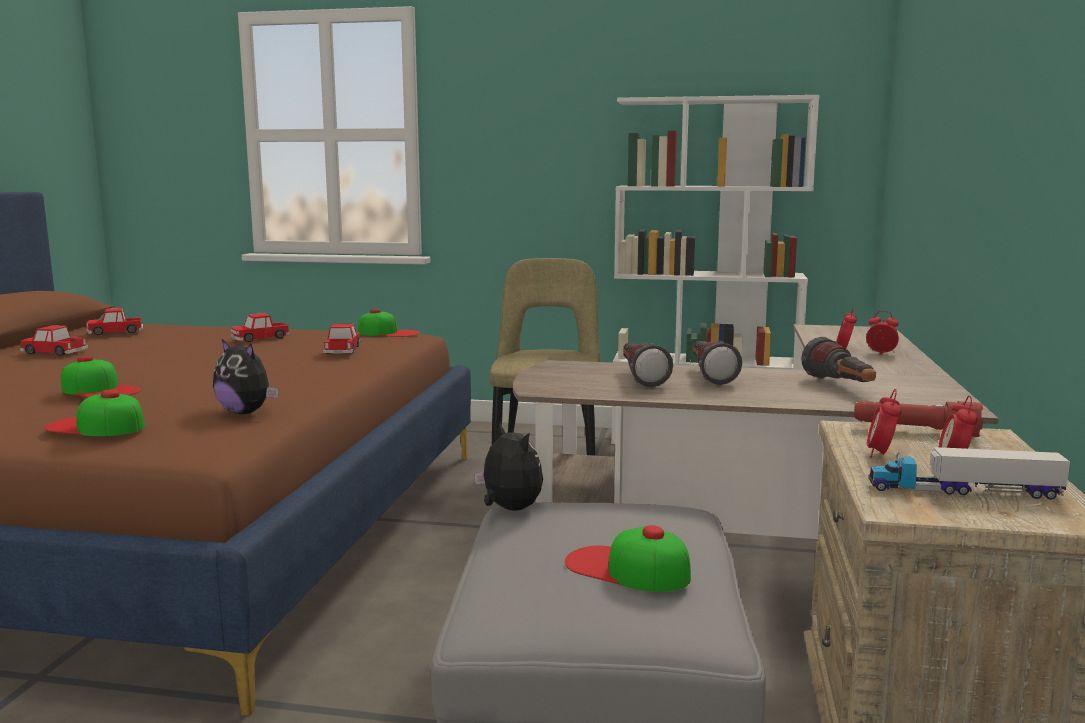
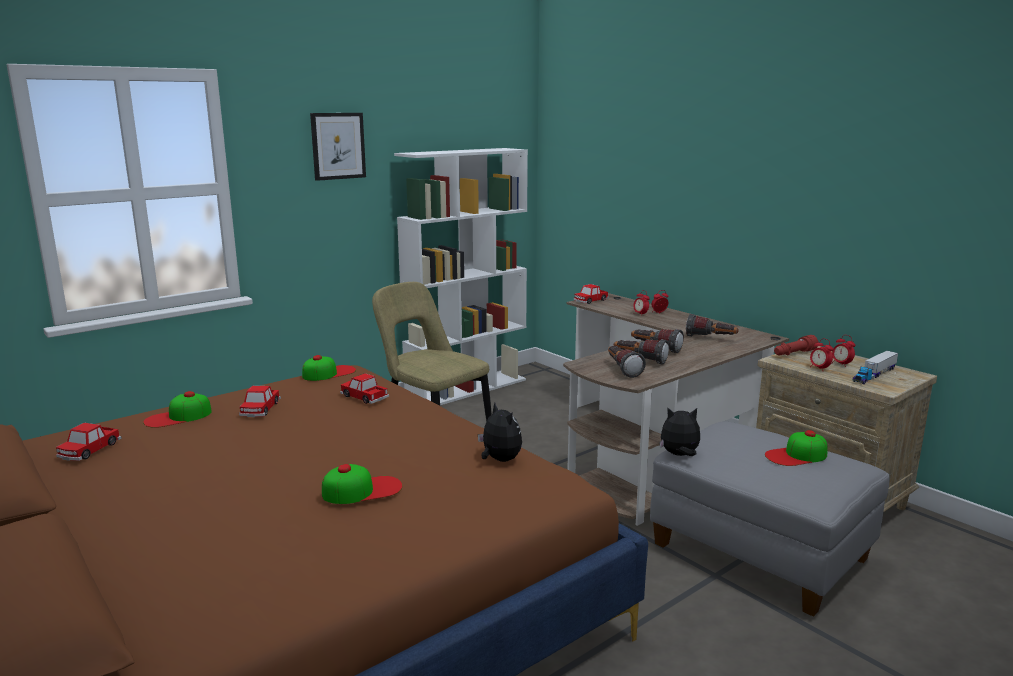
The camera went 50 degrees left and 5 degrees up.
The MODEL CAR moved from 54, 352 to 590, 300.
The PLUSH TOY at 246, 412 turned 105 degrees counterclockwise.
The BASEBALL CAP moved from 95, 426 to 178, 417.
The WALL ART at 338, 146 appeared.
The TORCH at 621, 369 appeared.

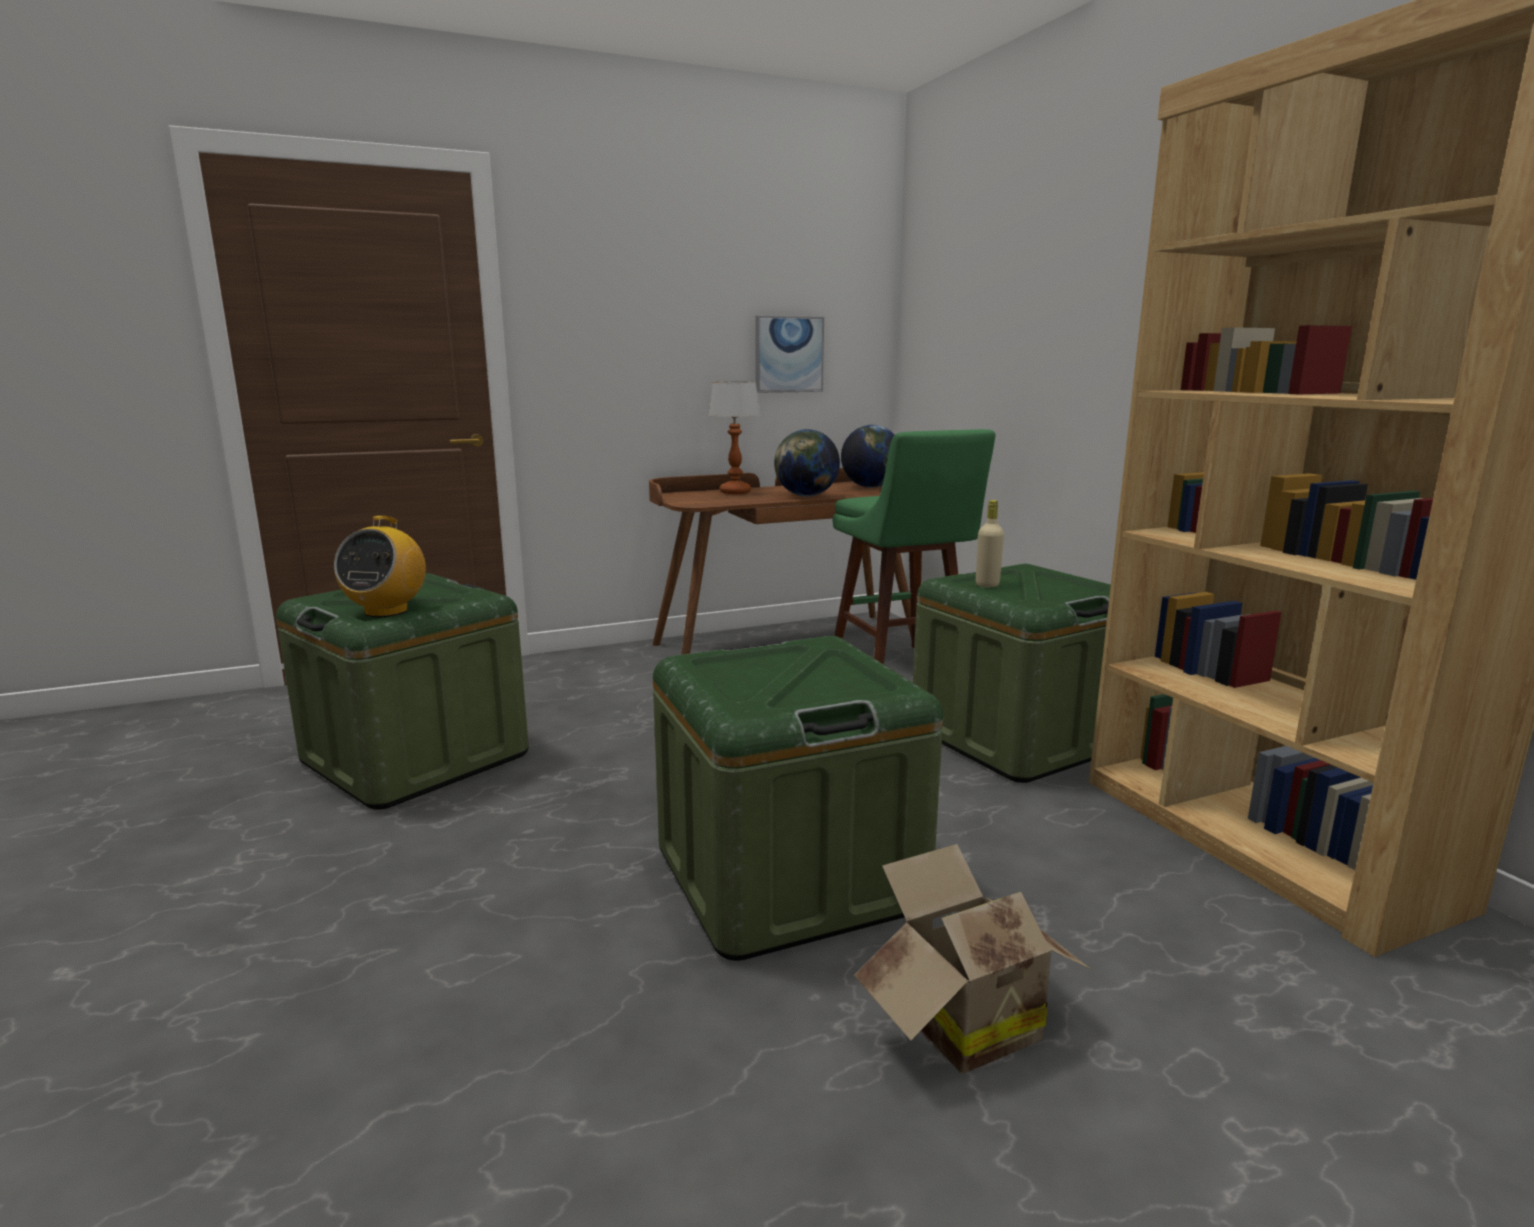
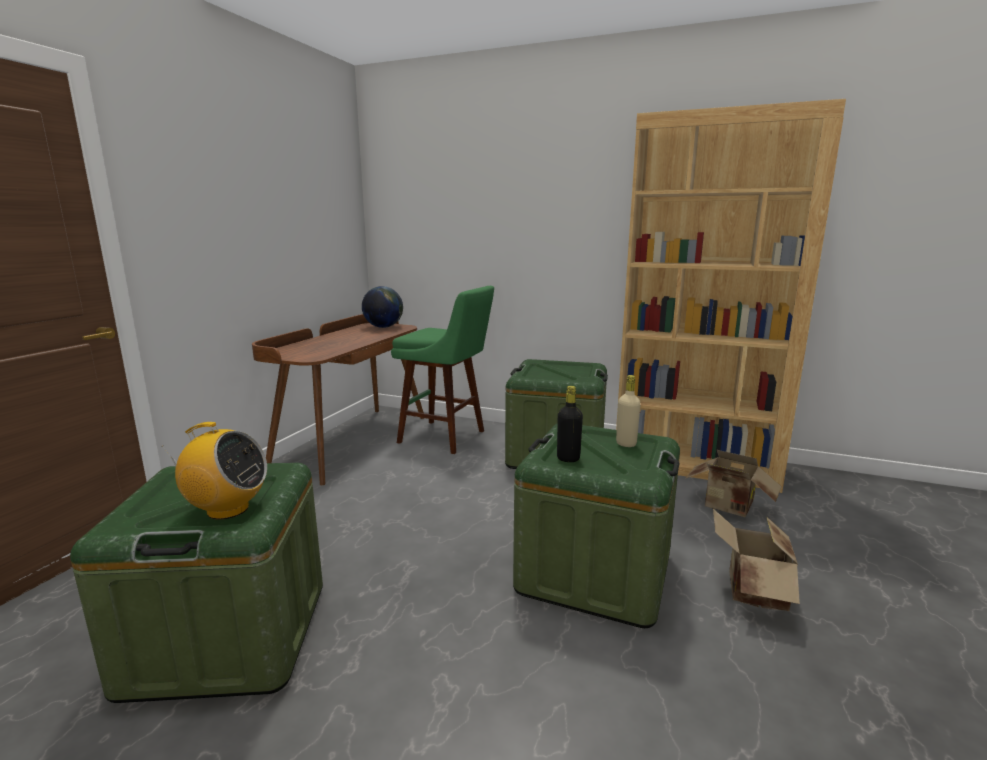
The camera went 45 degrees left and 0 degrees up.
The WALL ART at 788, 354 disappeared.
The TABLETOP LAMP at 735, 492 disappeared.
The GLOBE at 806, 496 disappeared.
The BEIGE DRINK BOTTLE moved from 987, 585 to 626, 443.
The RADIO at 386, 611 turned 45 degrees counterclockwise.
The BLACK-COLOURED DRINK BOTTLE at 568, 458 appeared.
The CARDBOARD BOX at 729, 507 appeared.

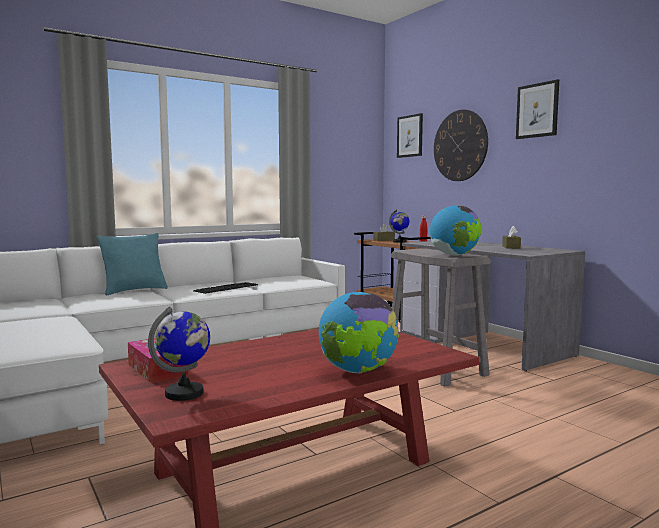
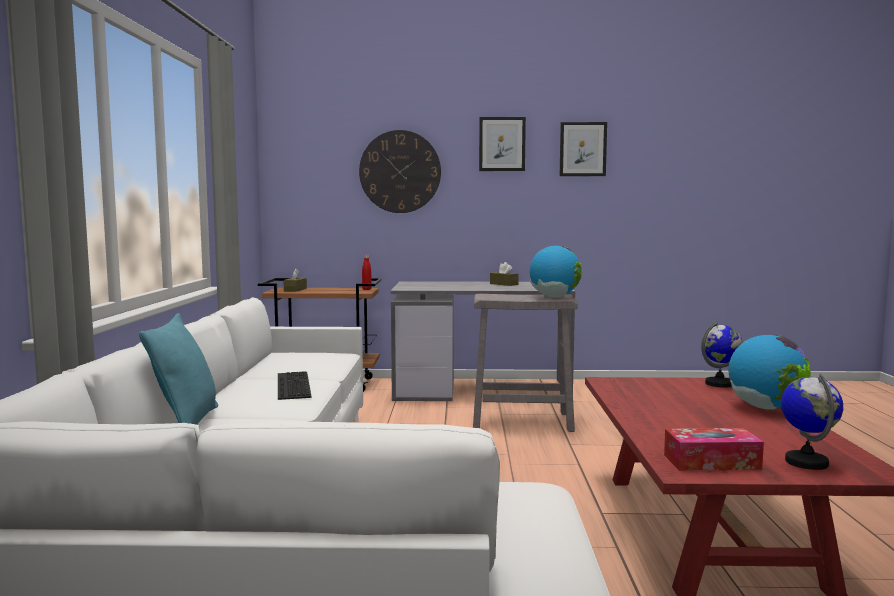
The camera went 55 degrees left and 0 degrees up.
The WALL ART moved from 410, 136 to 582, 149.
The GLOBE moved from 399, 242 to 719, 384.

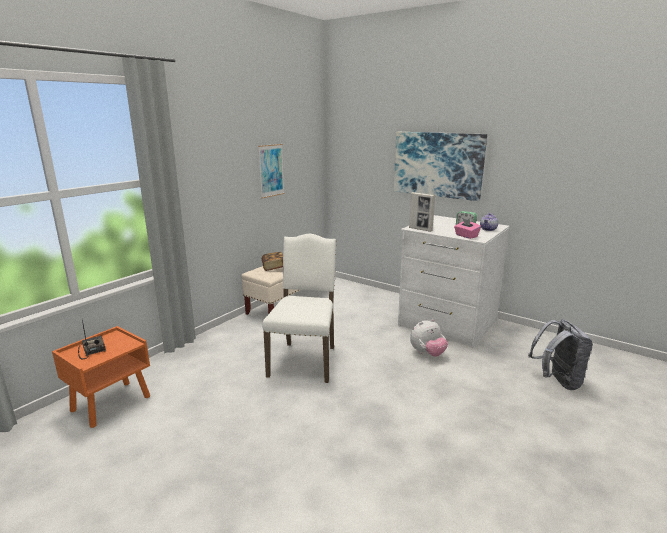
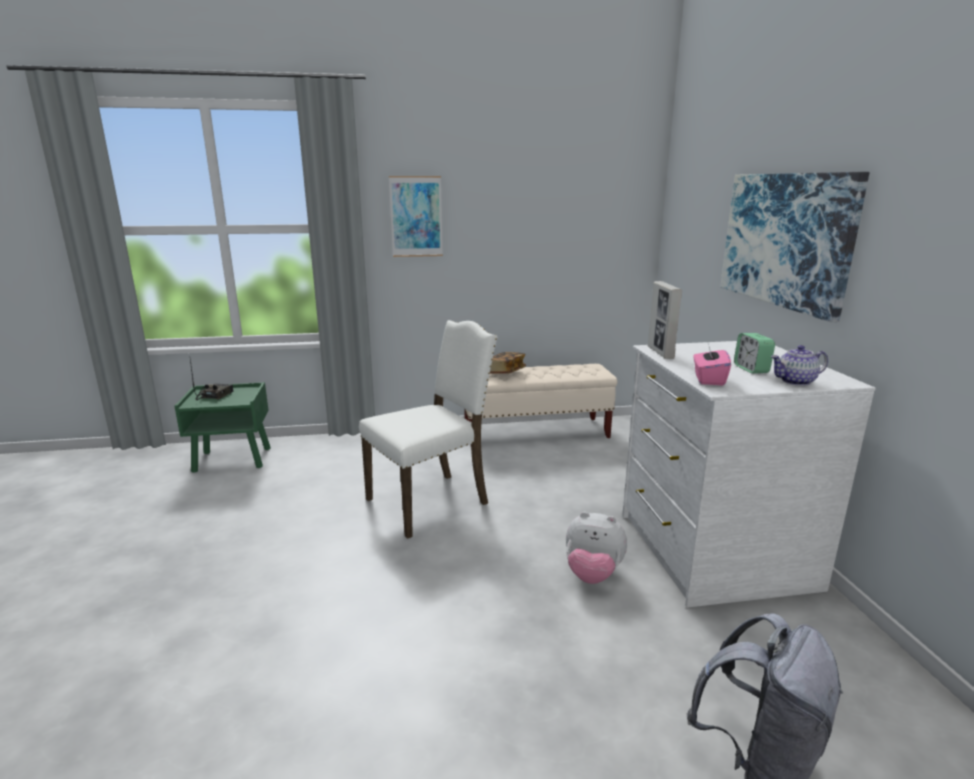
The camera went 45 degrees right and 0 degrees up.
The WALL ART moved from 271, 170 to 416, 216.
The ORANGE-COLOURED NIGHT TABLE at 112, 403 became the GREEN NIGHT TABLE at 233, 459.

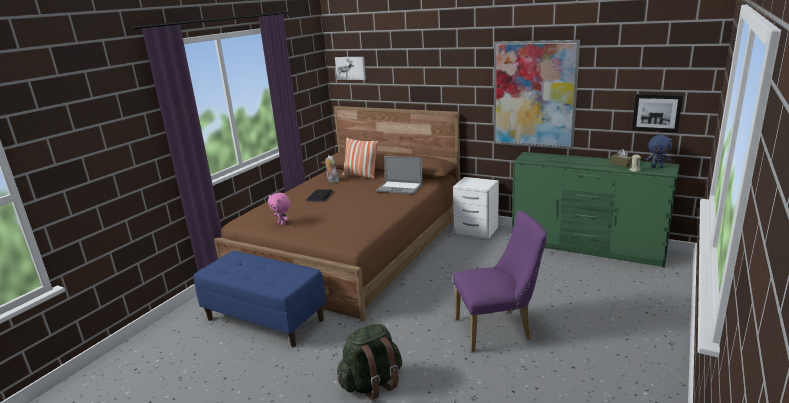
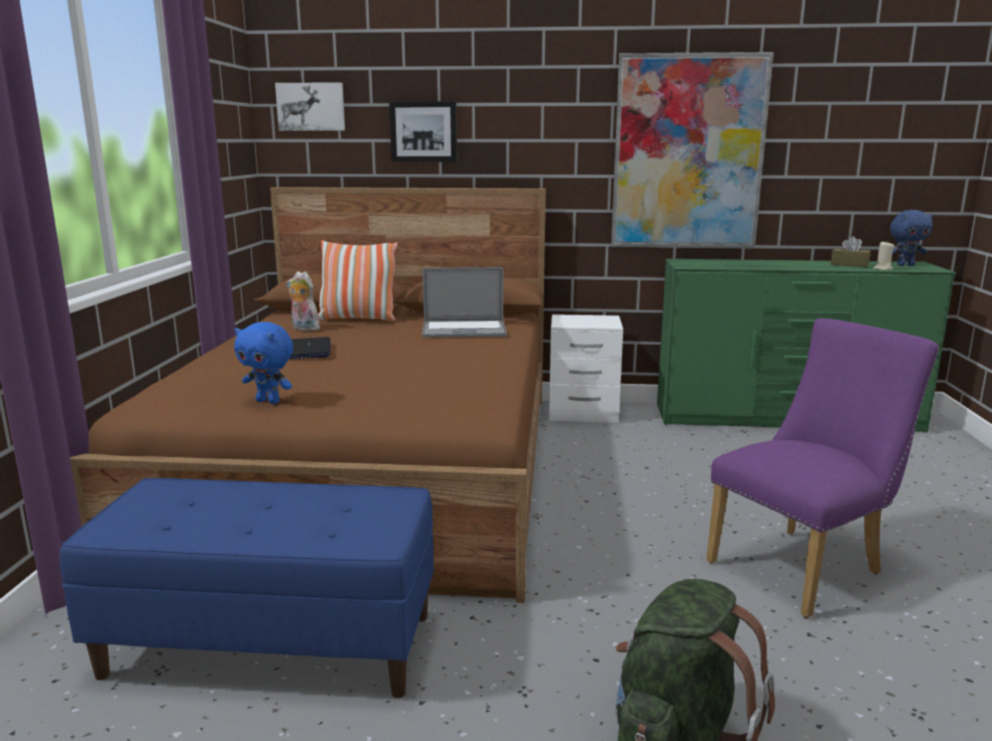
The camera went 25 degrees left and 5 degrees down.
The WALL ART moved from 656, 112 to 423, 131.
The PINK-COLOURED PLUSH TOY at 282, 224 became the BLUISH PLUSH TOY at 269, 401.

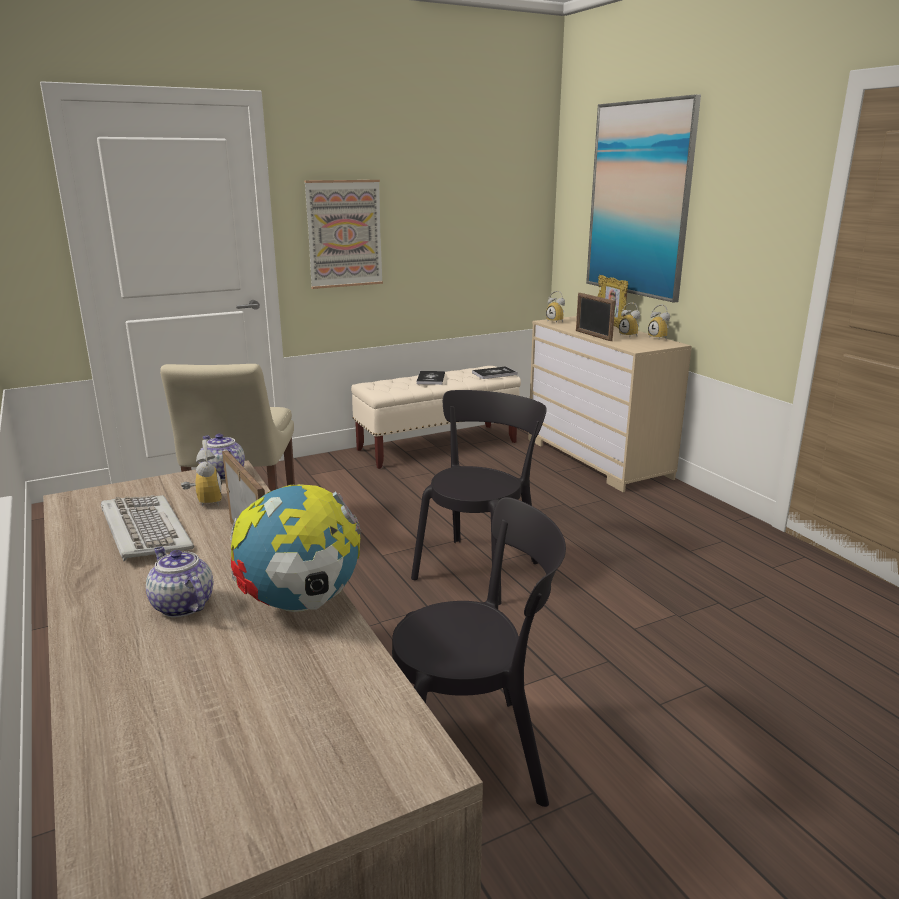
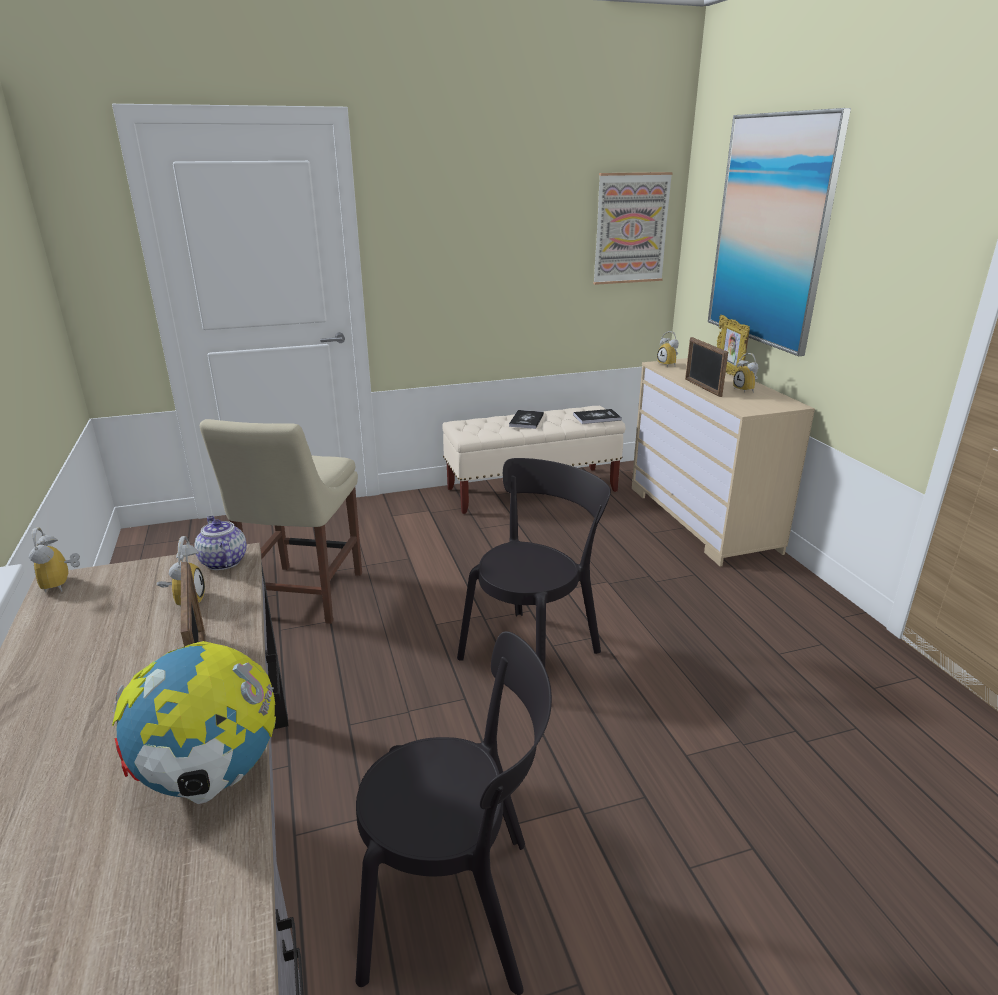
The camera went 10 degrees right and 5 degrees up.
The WALL ART moved from 344, 234 to 631, 228.
The BEDSIDE CLOCK moved from 660, 338 to 62, 584.
The COMPUTER KEYBOARD at 144, 531 disappeared.
The TEAPOT at 181, 605 disappeared.

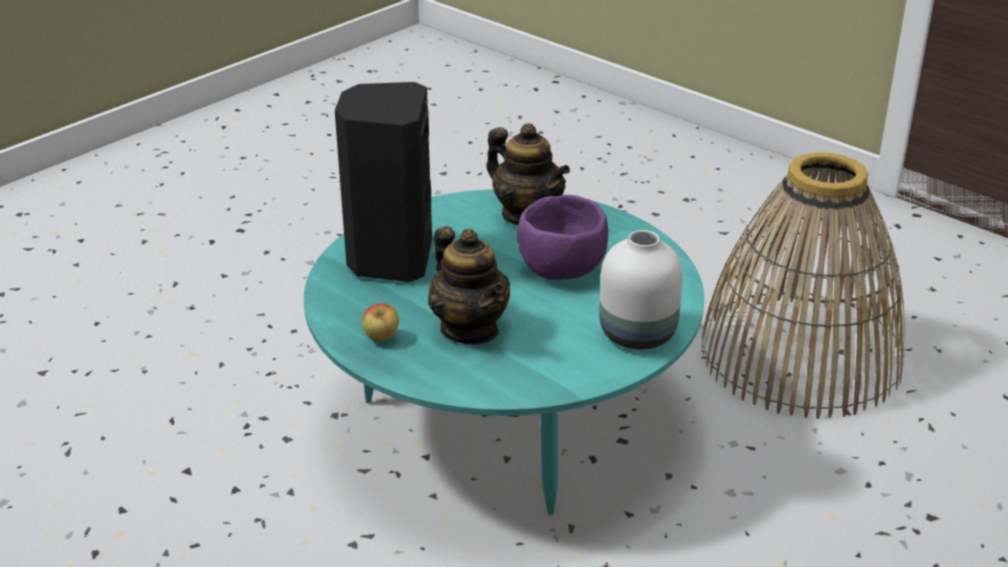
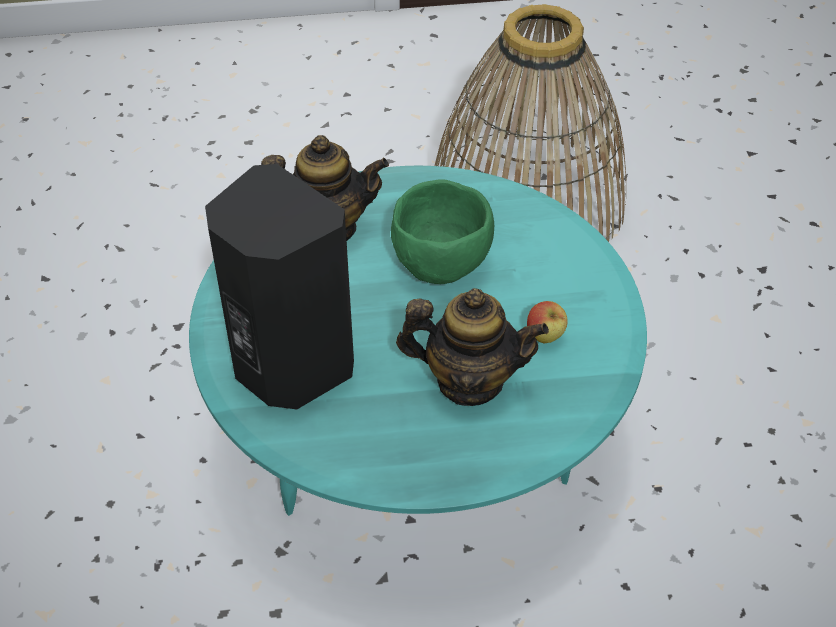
The camera went 50 degrees left and 15 degrees up.
The PURPLE-COLOURED SERVING BOWL at 564, 269 became the GREEN SERVING BOWL at 442, 262.
The WHITISH DECORATIVE VASE at 637, 333 disappeared.
The APPLE FRUIT moved from 381, 339 to 545, 337.

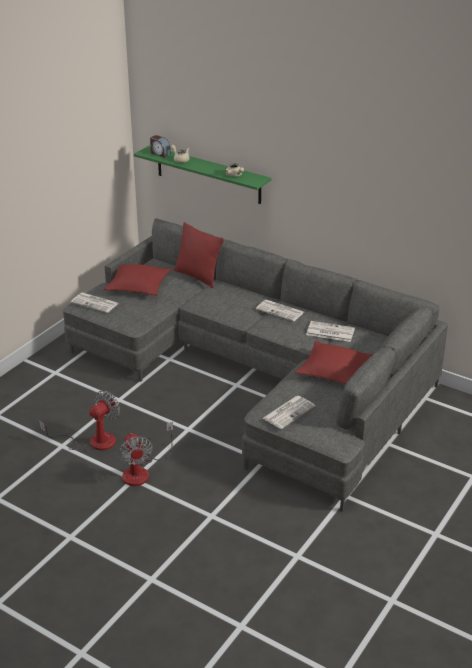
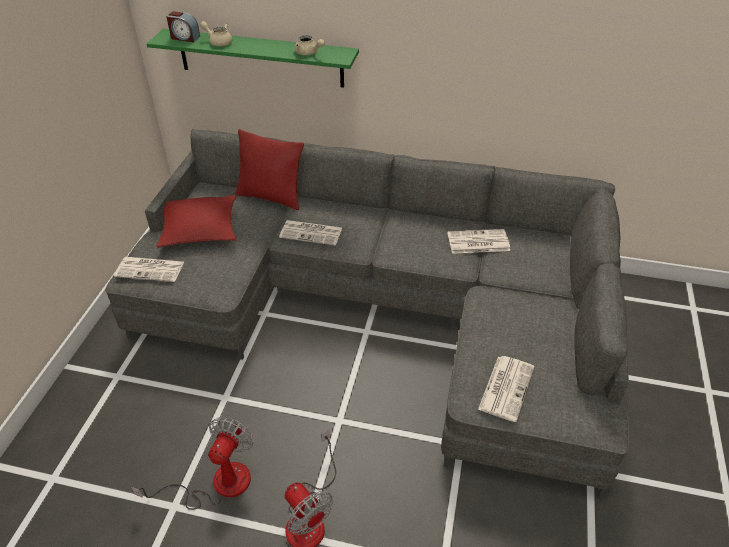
The camera went 20 degrees left and 10 degrees up.
The DAILY PAPER moved from 280, 311 to 312, 233.
The REDDISH THROW PILLOW at 334, 371 disappeared.

